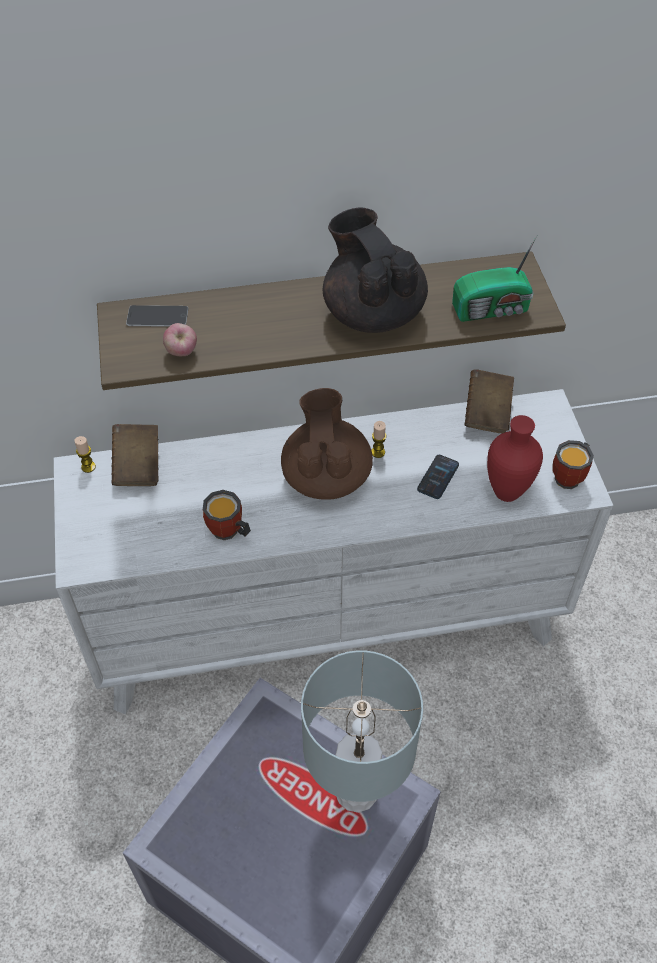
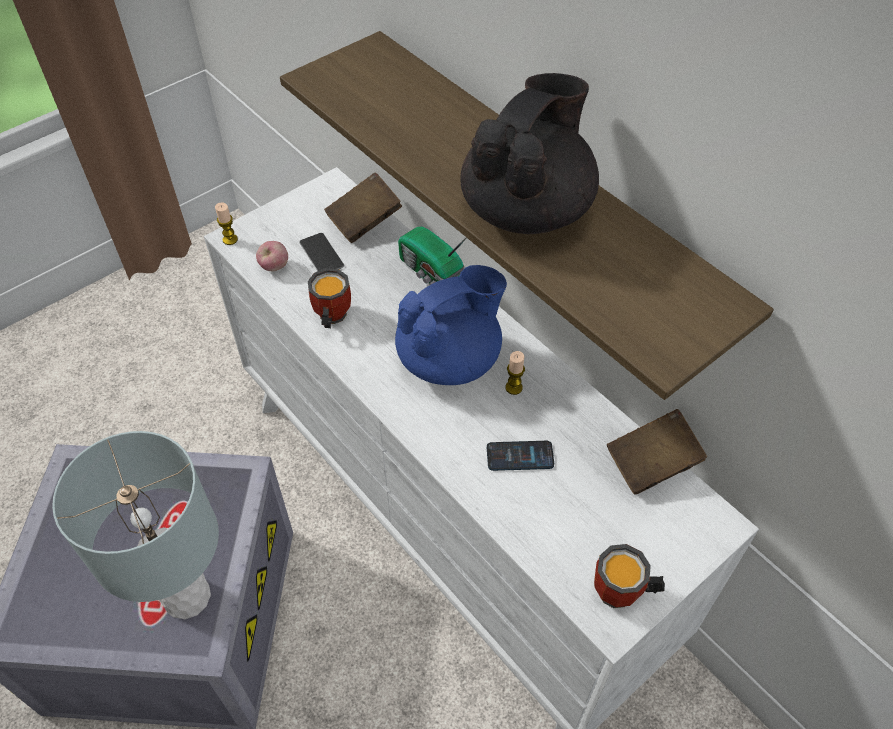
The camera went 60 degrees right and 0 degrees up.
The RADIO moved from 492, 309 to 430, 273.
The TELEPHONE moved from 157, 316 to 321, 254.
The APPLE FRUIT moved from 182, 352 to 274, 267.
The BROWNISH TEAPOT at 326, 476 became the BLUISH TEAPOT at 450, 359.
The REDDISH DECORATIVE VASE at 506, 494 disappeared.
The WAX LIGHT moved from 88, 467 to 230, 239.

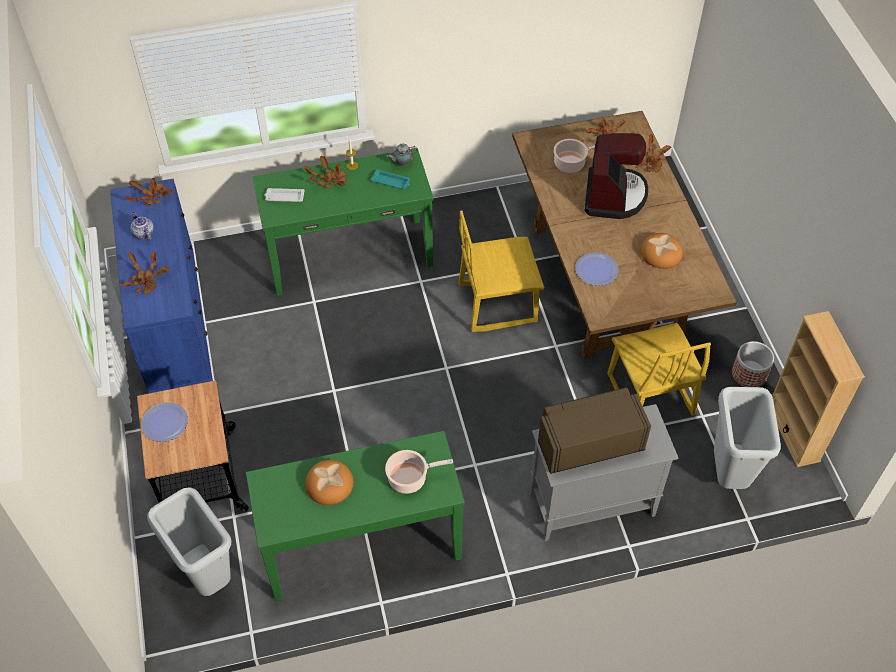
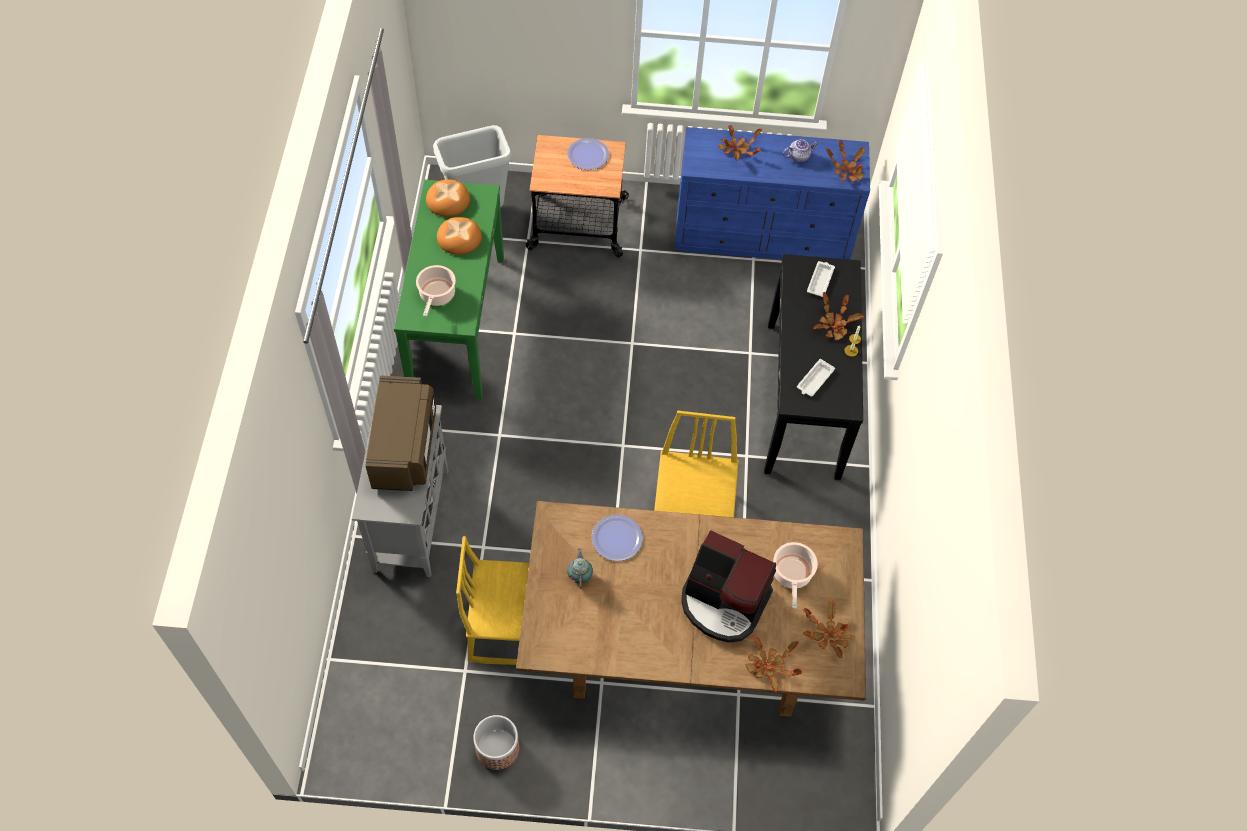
The camera went 105 degrees right and 5 degrees up.
The TEAPOT moved from 402, 164 to 580, 576.
The GREEN CONSOLE TABLE at 349, 256 became the BLACK-COLOURED CONSOLE TABLE at 803, 399.
The TURQUOISE CARRYING TRAY at 391, 182 became the WHITISH CARRYING TRAY at 814, 380.
The BAKED BREAD moved from 661, 253 to 447, 201.
The BEIGE BOOKSHELF at 793, 432 disappeared.
The GREYISH TRASH CAN at 729, 474 disappeared.

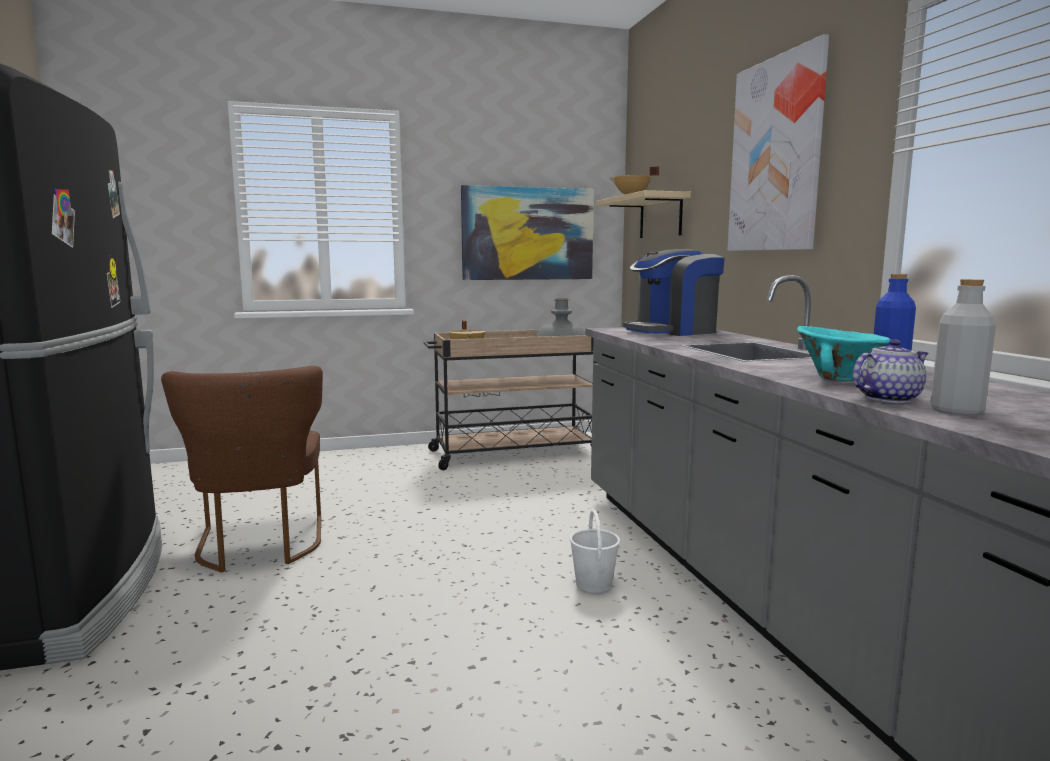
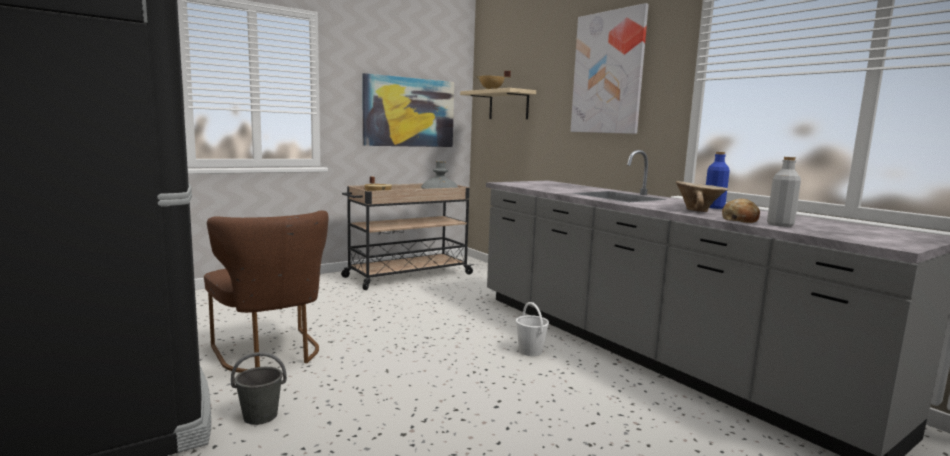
The camera went 20 degrees left and 0 degrees up.
The COFFEE BREWER at 673, 331 disappeared.
The TURQUOISE SERVING BOWL at 840, 379 became the BEIGE SERVING BOWL at 699, 211.
The TEAPOT at 887, 398 was replaced by the BAKED BREAD at 740, 220.
The GREYISH WATER BUCKET at 261, 416 appeared.

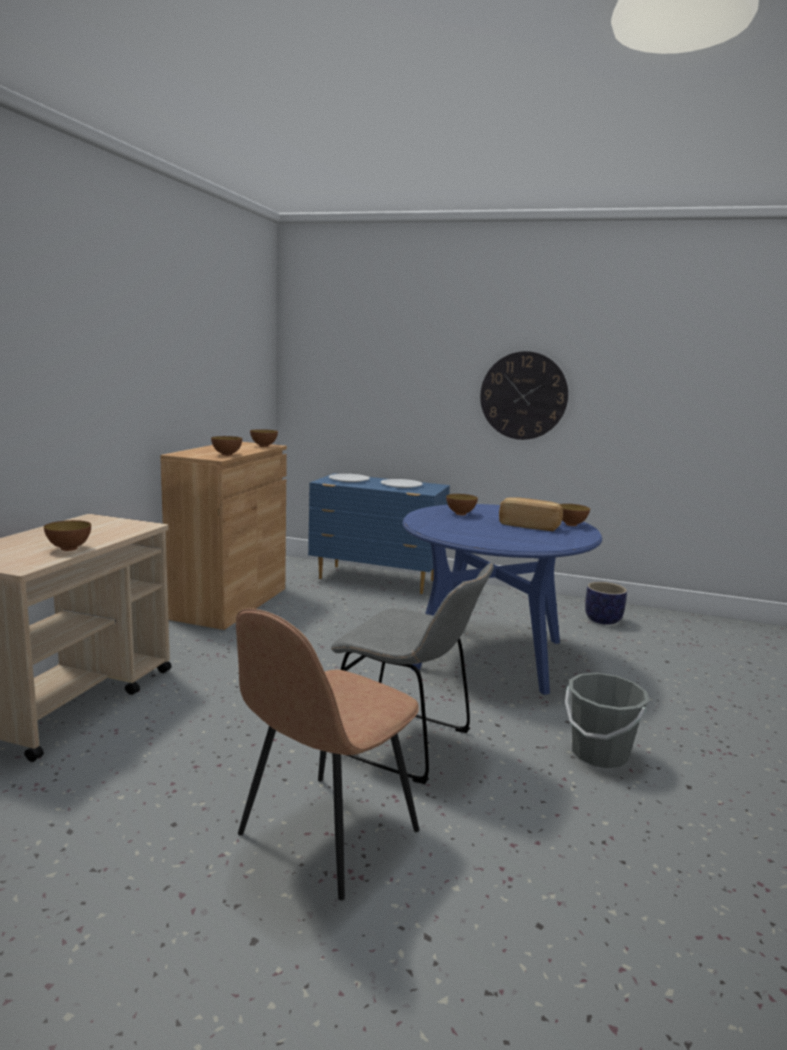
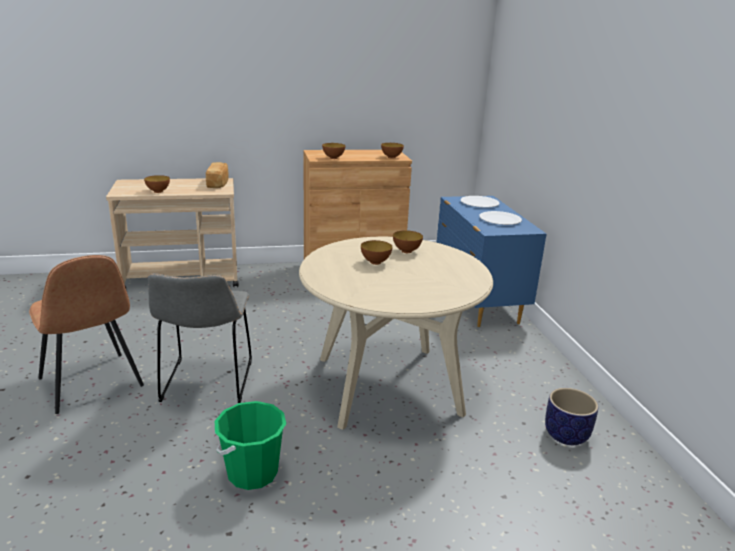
The camera went 60 degrees right and 10 degrees up.
The CLOCK ON THE WALL at 523, 396 disappeared.
The BAKED BREAD moved from 529, 526 to 218, 183.
The BLUISH DINNER TABLE at 489, 654 became the BEIGE DINNER TABLE at 388, 385.
The SERVING BOWL moved from 571, 525 to 375, 262.
The BROWNISH PLAIN CHAIR at 325, 835 turned 135 degrees counterclockwise.
The GREYISH WATER BUCKET at 599, 754 became the GREEN WATER BUCKET at 252, 473.

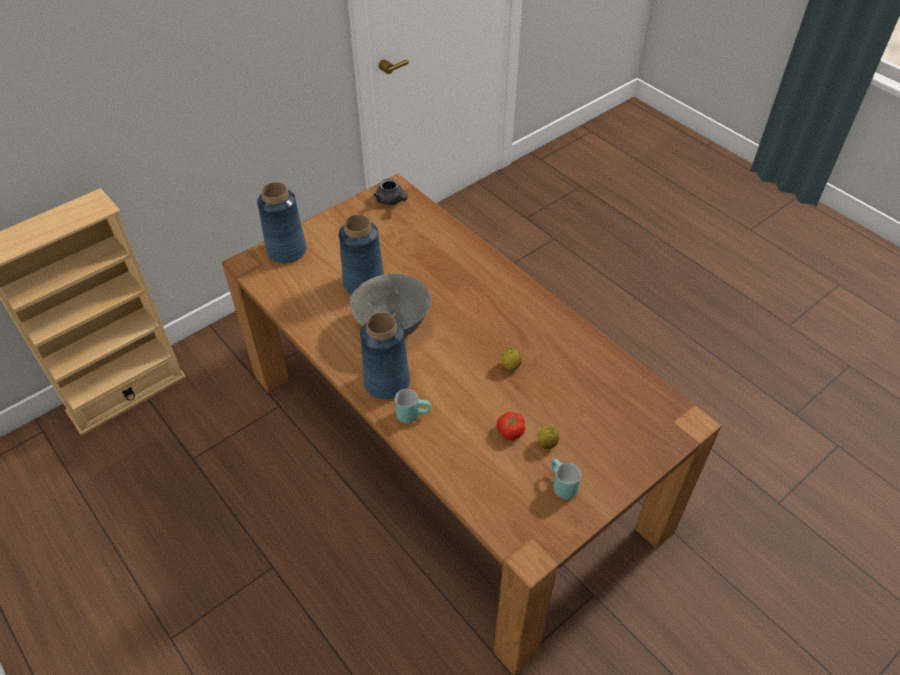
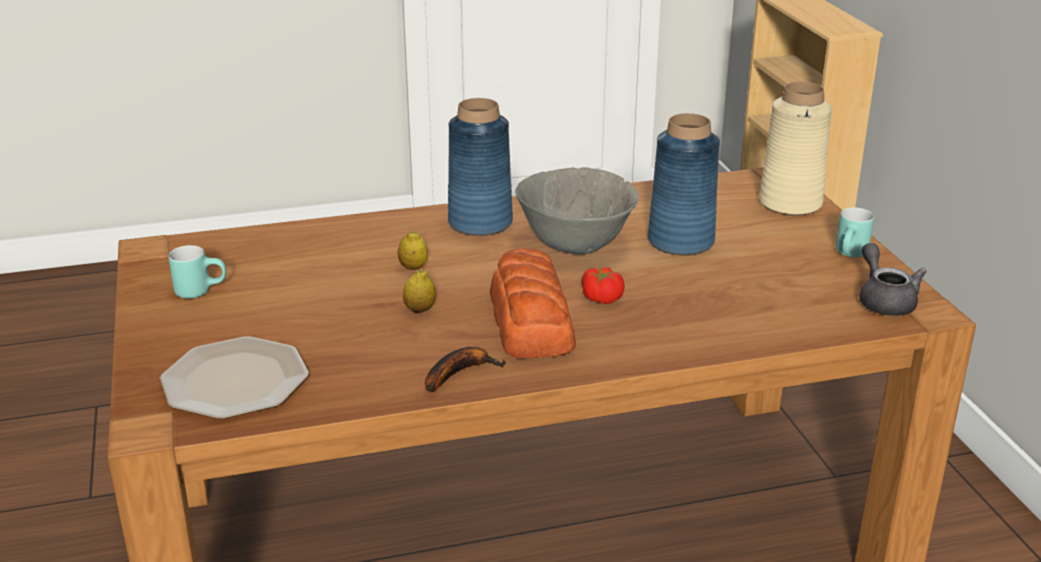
The camera went 115 degrees right and 20 degrees down.
The GREYISH TEAPOT at 392, 201 turned 90 degrees clockwise.
The BLUISH DECORATIVE VASE at 286, 251 became the BEIGE DECORATIVE VASE at 790, 203.
The TURQUOISE COFFEE MUG moved from 413, 414 to 852, 255.
The FRESH TOMATO moved from 510, 431 to 602, 298.
The WHOLE LEMON moved from 547, 444 to 413, 267.
The BAKED BREAD at 531, 320 appeared.
The FLAT DISH at 235, 381 appeared.
The BANANA at 459, 373 appeared.

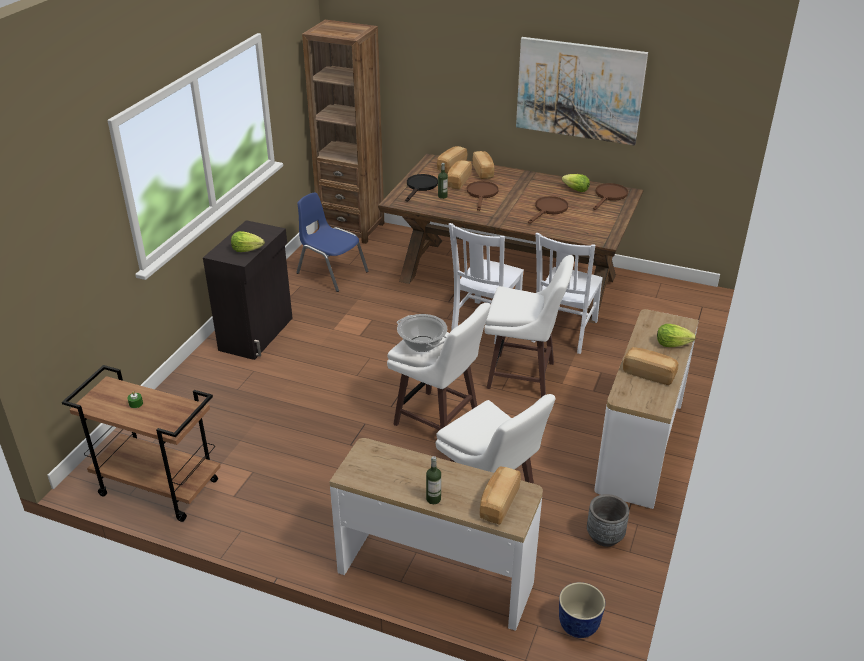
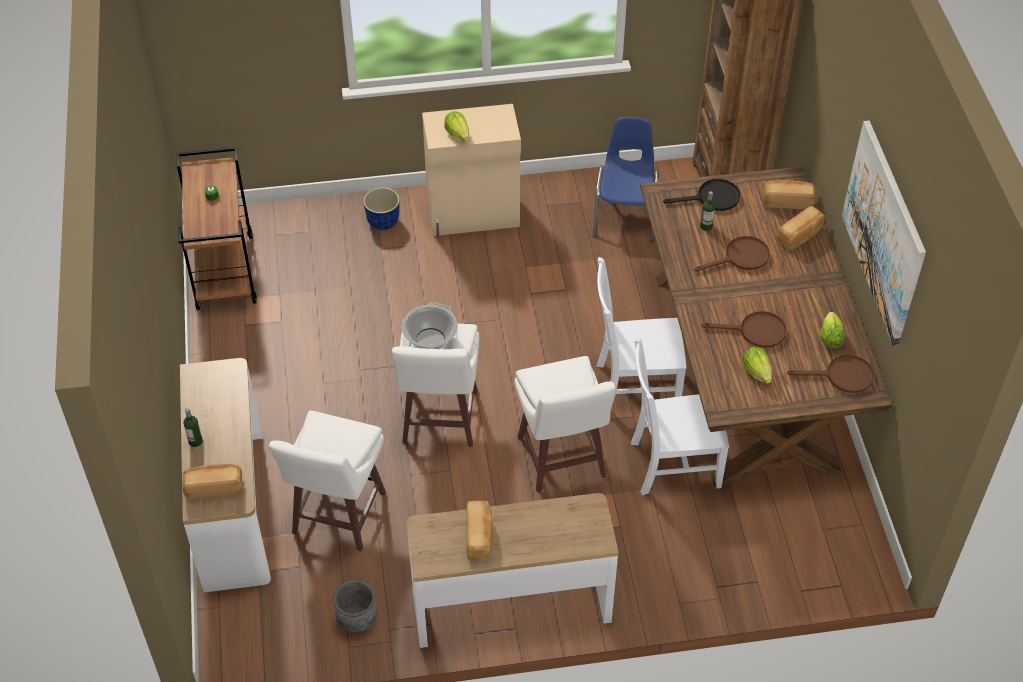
The camera went 60 degrees right and 15 degrees up.
The BAKED BREAD at 458, 181 disappeared.
The BLACK-COLOURED CABINET at 257, 334 became the BEIGE CABINET at 474, 215.
The HEAD OF LETTUCE moved from 672, 344 to 757, 372.
The PLANT POT moved from 578, 626 to 382, 222.

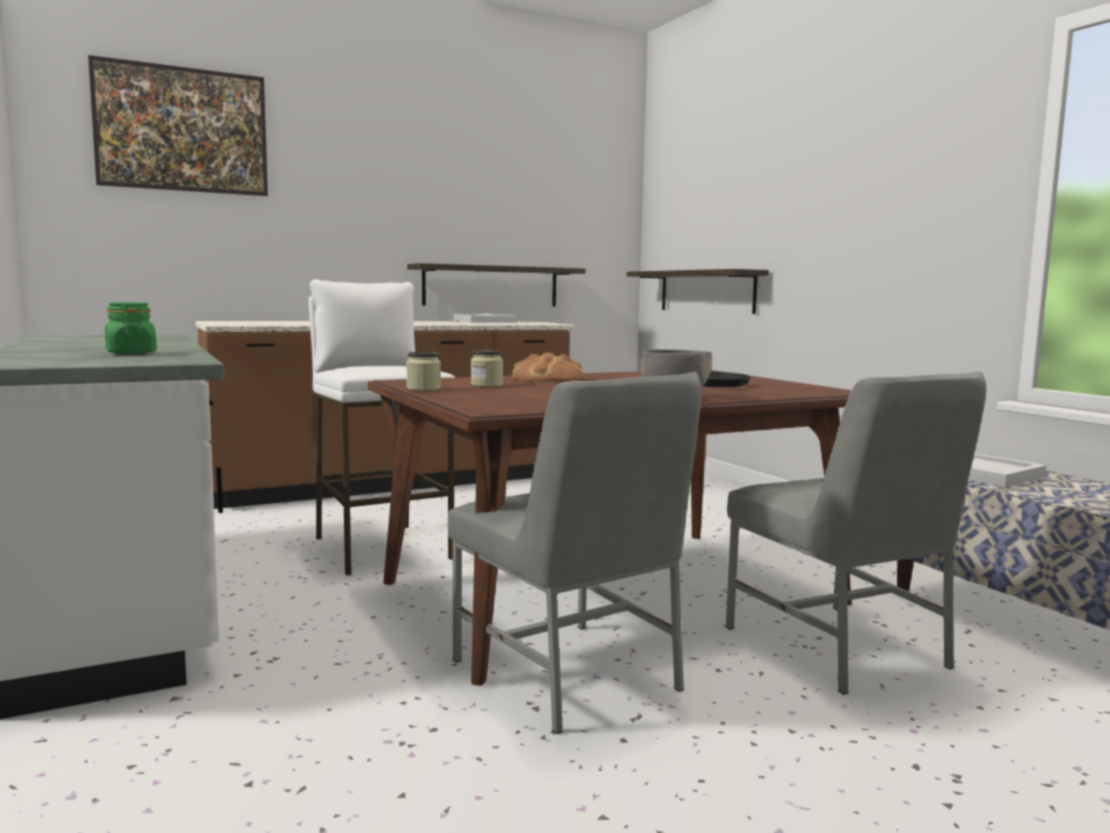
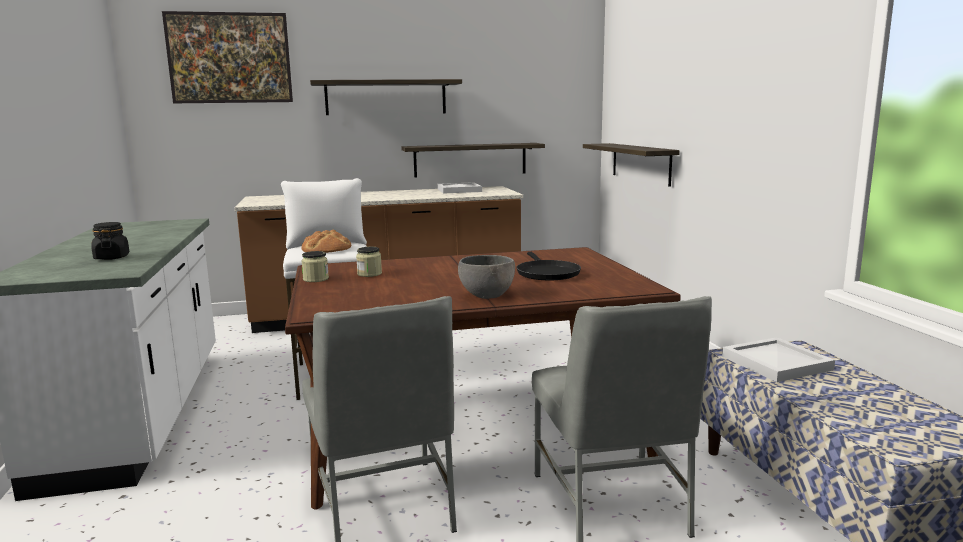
The camera went 15 degrees right and 5 degrees up.
The GREEN STORAGE JAR at 131, 353 became the BLACK-COLOURED STORAGE JAR at 112, 257.
The BAKED BREAD moved from 547, 378 to 327, 248.
The WALL SHELF at 386, 97 appeared.

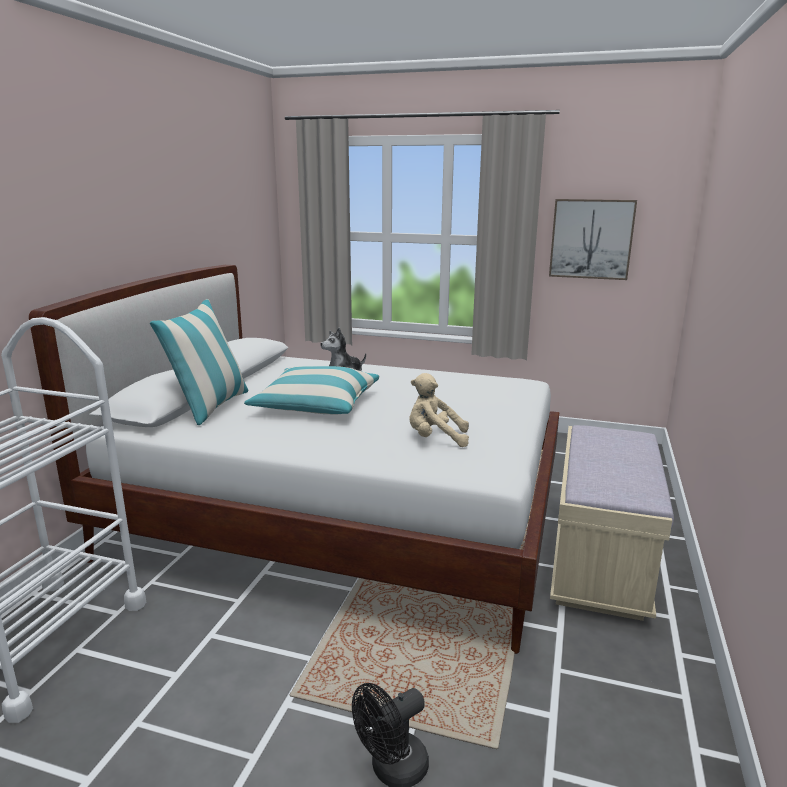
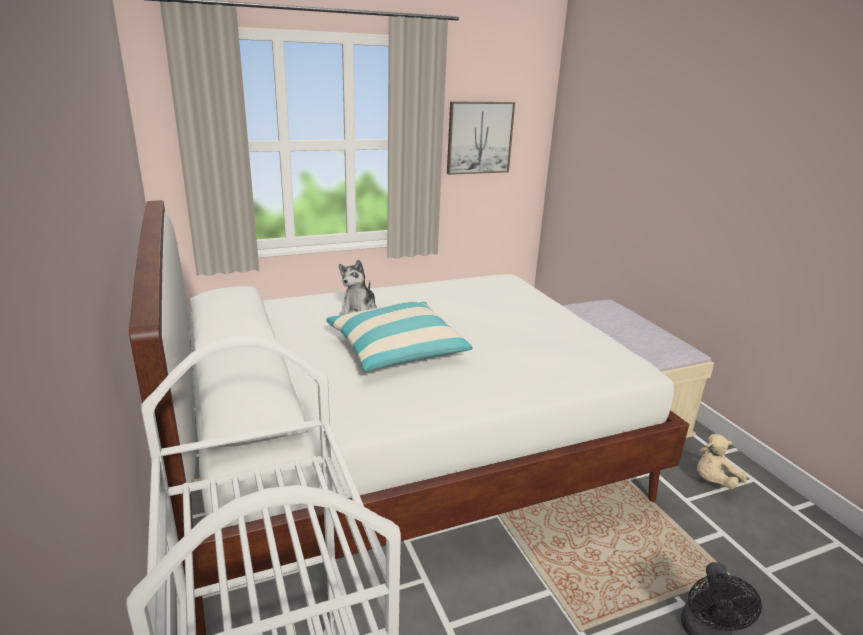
The camera went 40 degrees left and 5 degrees up.
The THROW PILLOW at 210, 407 disappeared.
The BEIGE PLUSH TOY moved from 435, 439 to 713, 481.

